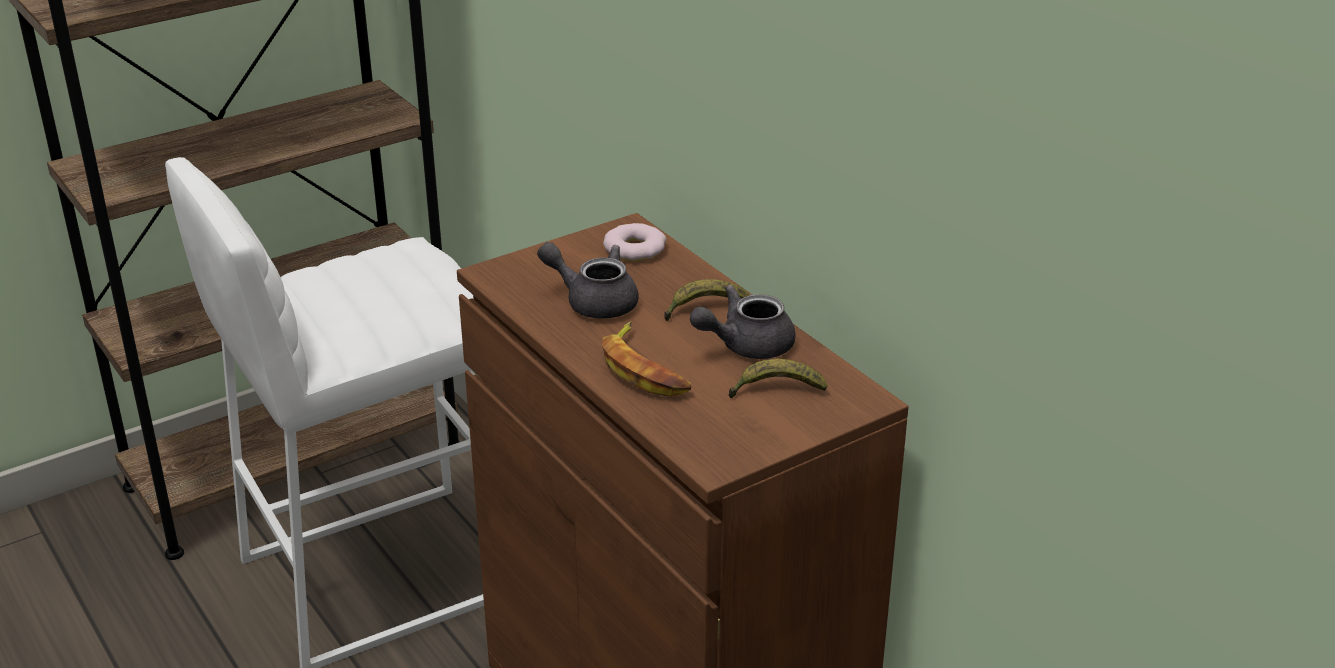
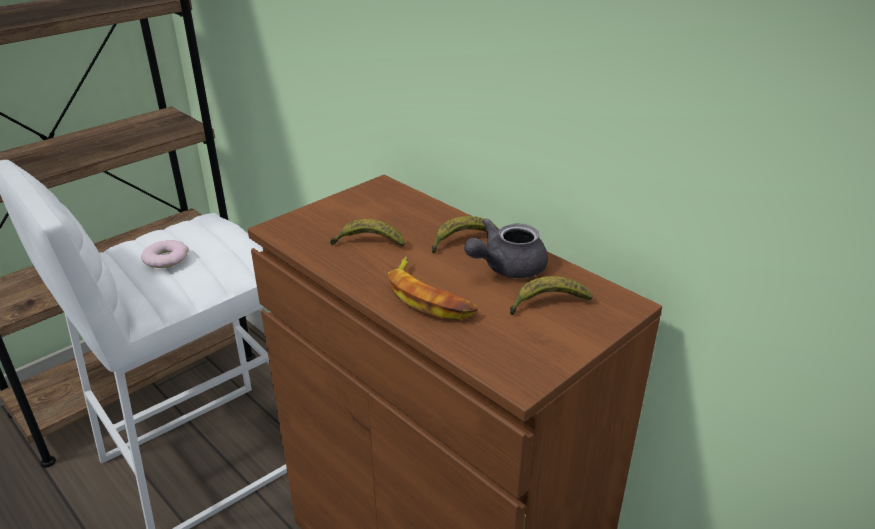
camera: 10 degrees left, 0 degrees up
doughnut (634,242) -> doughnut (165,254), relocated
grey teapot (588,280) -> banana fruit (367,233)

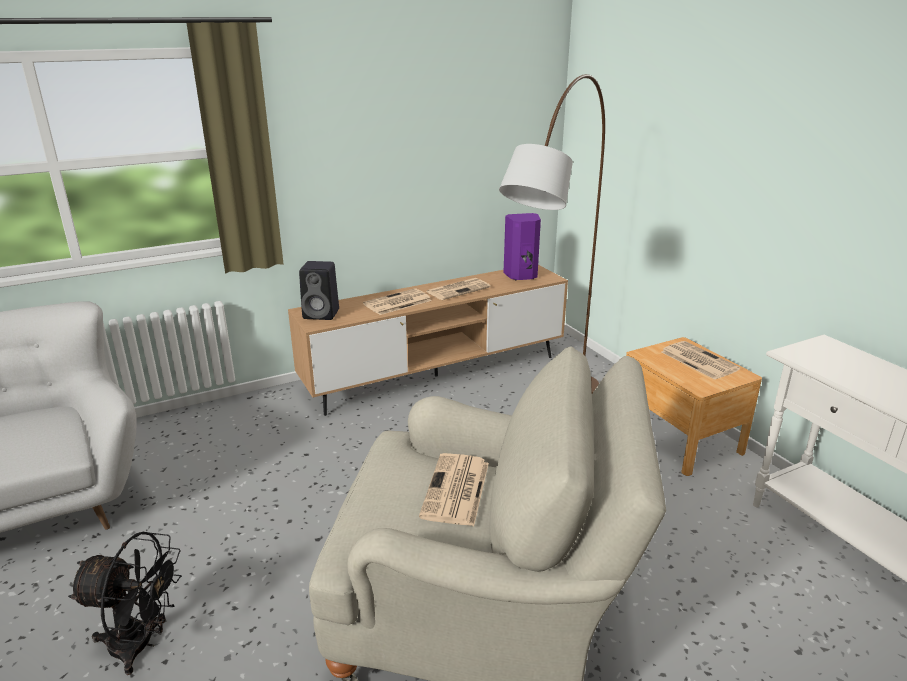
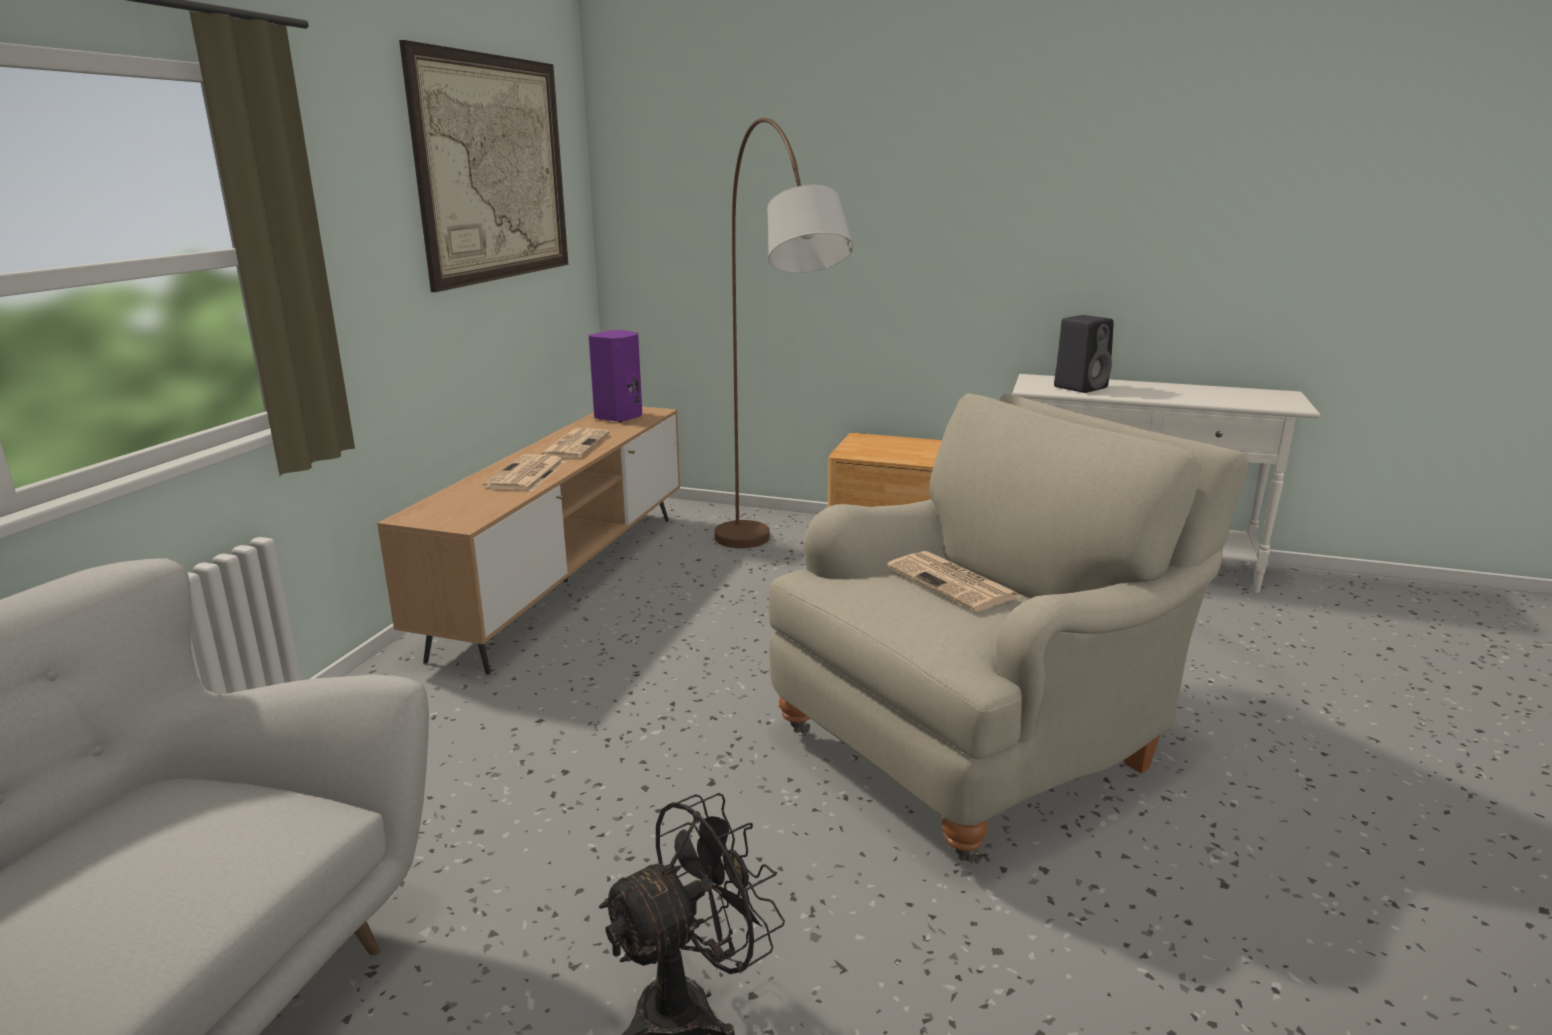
camera: 45 degrees left, 5 degrees down
black-coloured loudspeaker (319,290) -> black-coloured loudspeaker (1084,354), relocated
printed paper (700,360) -> none
none -> picture (483,166)

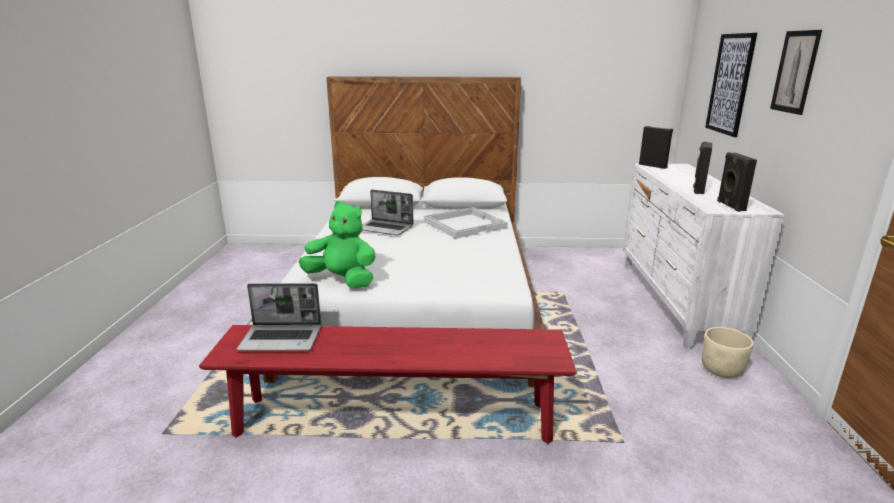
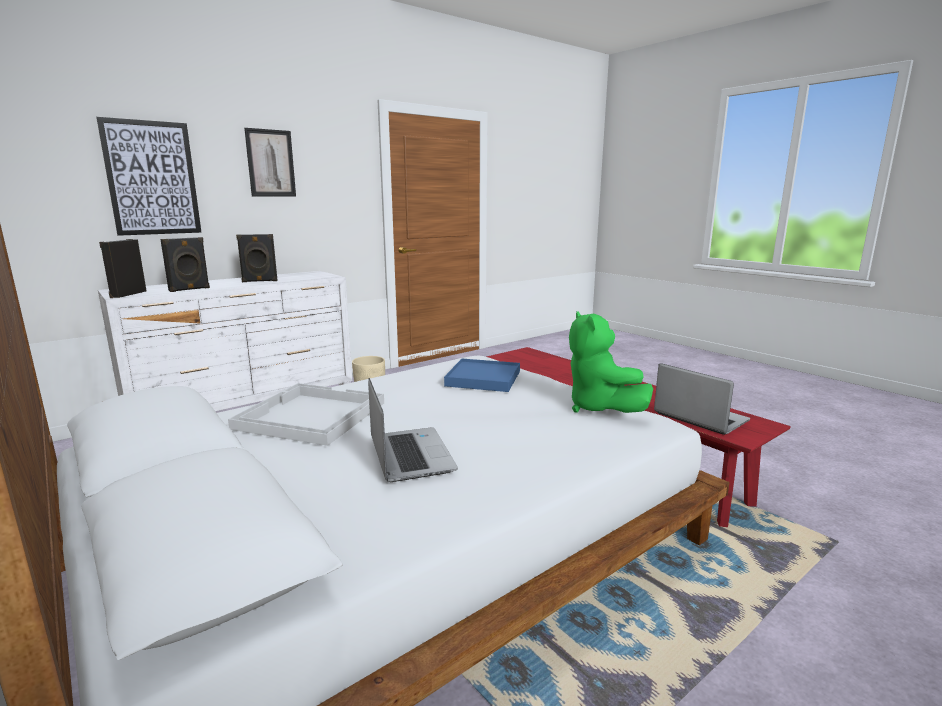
camera: 130 degrees left, 5 degrees down
black-coloured loudspeaker (737,182) -> black-coloured loudspeaker (185,264), relocated
none -> bluish carrying tray (482,375)

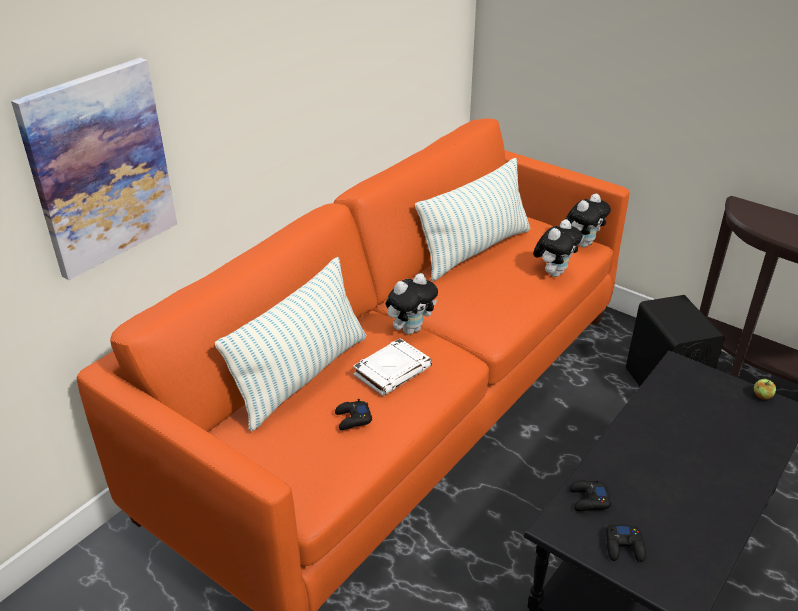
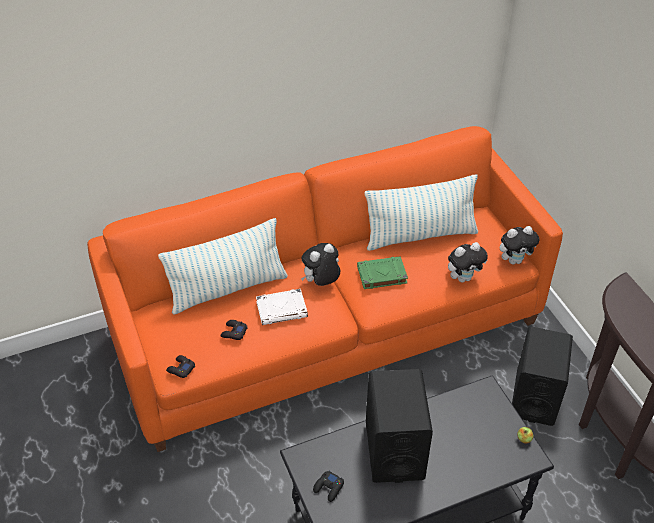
camera: 30 degrees right, 10 degrees up
picture (94,169) -> none
soft toy (412,304) -> soft toy (320,264), 150 degrees clockwise
black-coloured game controller (591,495) -> black-coloured game controller (180,366), relocated
none -> green-coloured book (382,272)
none -> black-coloured loudspeaker (399,426)

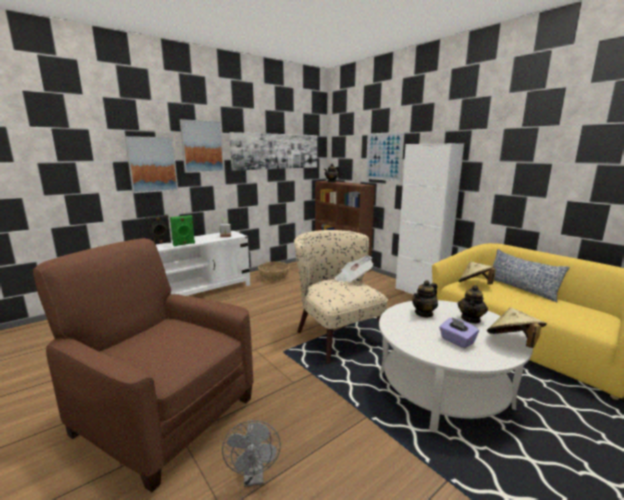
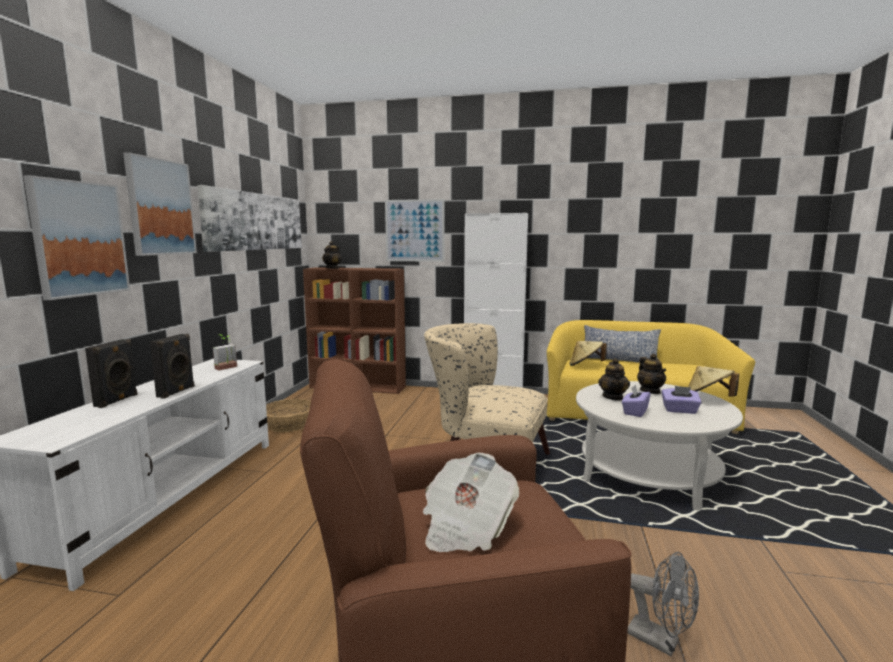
camera: 40 degrees left, 5 degrees down
green-coloured loudspeaker (182,230) -> black-coloured loudspeaker (172,366)
printed paper (354,269) -> printed paper (471,502), relocated
none -> purple tissue holder (636,400)

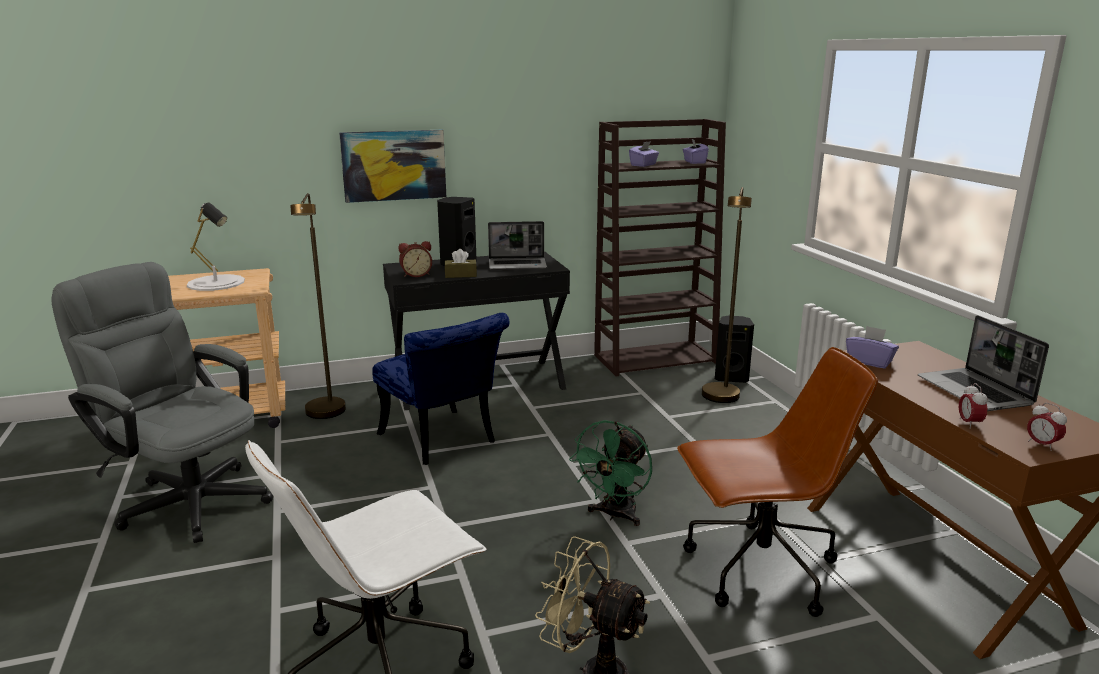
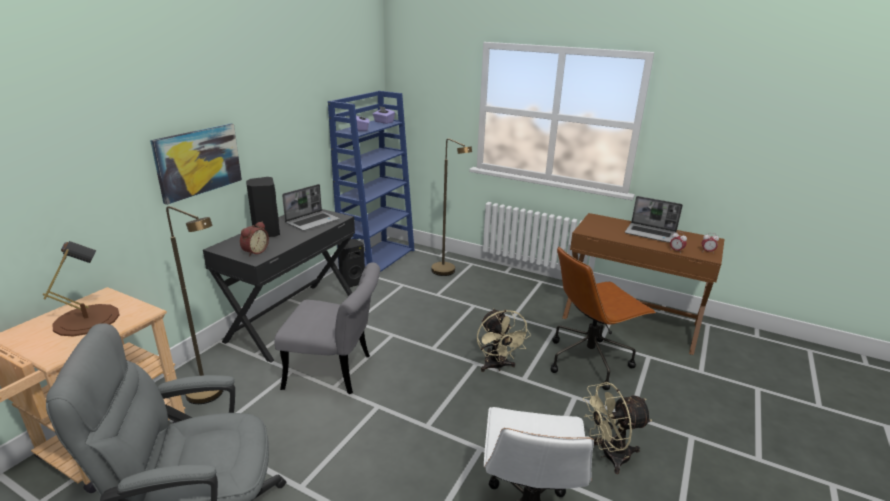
camera: 45 degrees left, 5 degrees up
brown bookshelf (660,247) -> bluish bookshelf (371,181)
white-coloured tabletop lamp (216,247) -> brown tabletop lamp (81,288)
brown tissue holder (461,263) -> none
bluish plain chair (441,389) -> grey plain chair (327,328)
black-coloured loudspeaker (734,349) -> black-coloured loudspeaker (351,263), relocated
purple tissue holder (872,347) -> none
brown computer chair (777,482) -> brown computer chair (603,318), 150 degrees counterclockwise
green-coloured fan (610,473) -> sand-coloured fan (504,340)

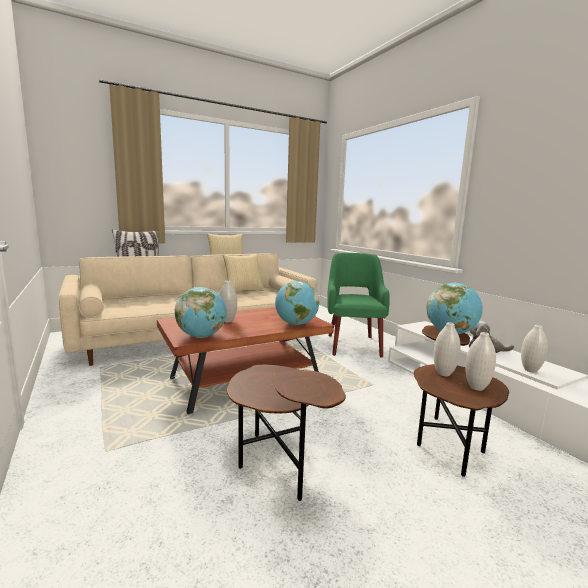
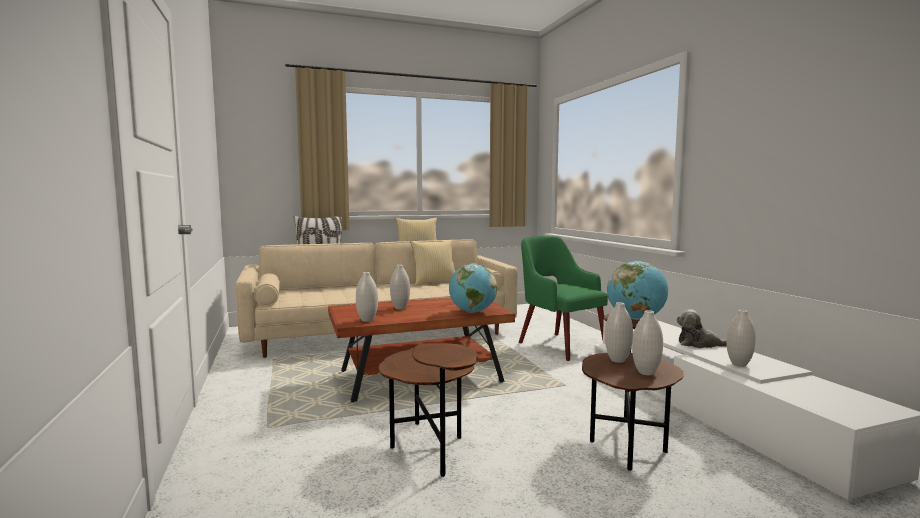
camera: 10 degrees right, 5 degrees down
green-coloured easy chair (358,305) -> green-coloured easy chair (563,298), 45 degrees counterclockwise
desk globe (200,312) -> white-coloured vase (367,297)

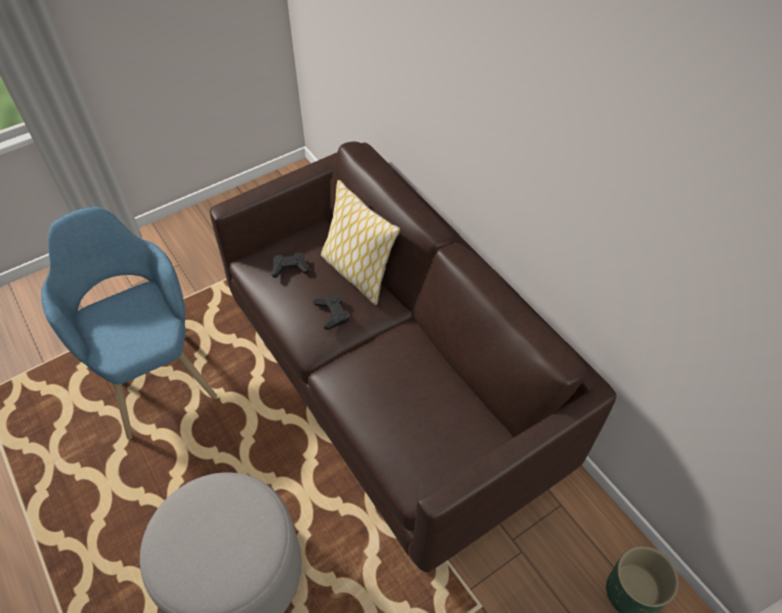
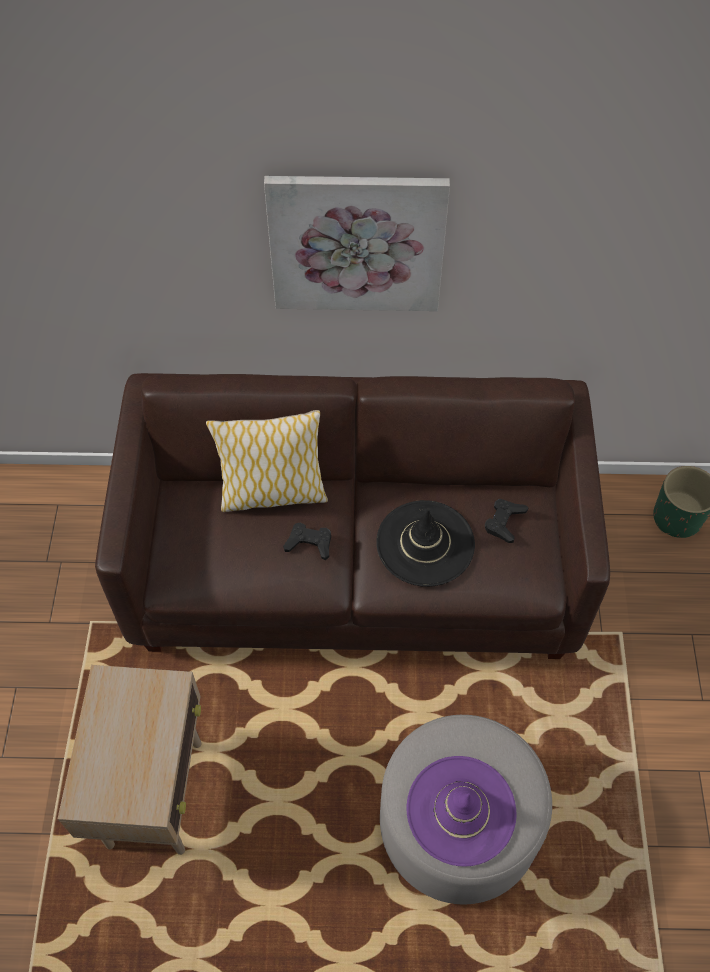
camera: 55 degrees left, 5 degrees up
bluish easy chair (129,323) -> sand-coloured accent table (130,760)
black-coloured game controller (290,265) -> black-coloured game controller (506,521), relocated
none -> picture (357,243)
none -> black-coloured hat (425,543)
none -> purple hat (462,811)

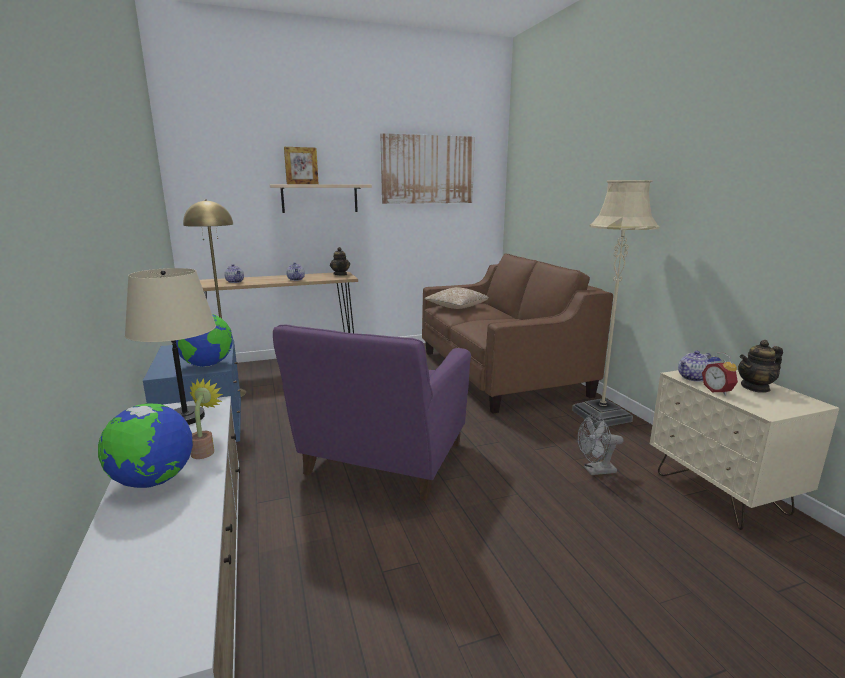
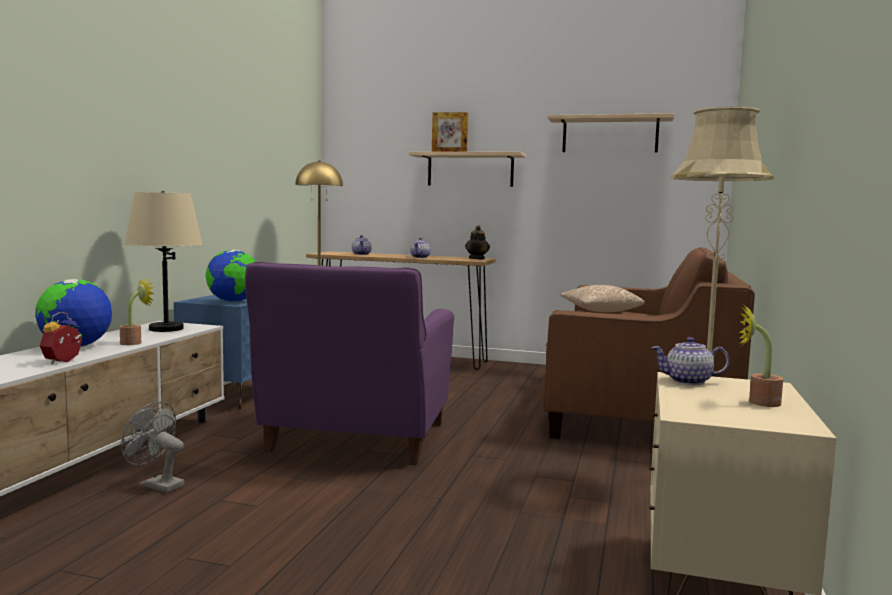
camera: 35 degrees right, 10 degrees down
picture (427,168) -> bracket shelf (610,132)
purple easy chair (372,413) -> purple easy chair (349,364), 45 degrees counterclockwise
teapot (760,366) -> potted plant (761,356)
bedside clock (720,374) -> bedside clock (61,338), relocated
grey fan (600,444) -> grey fan (152,447), relocated

